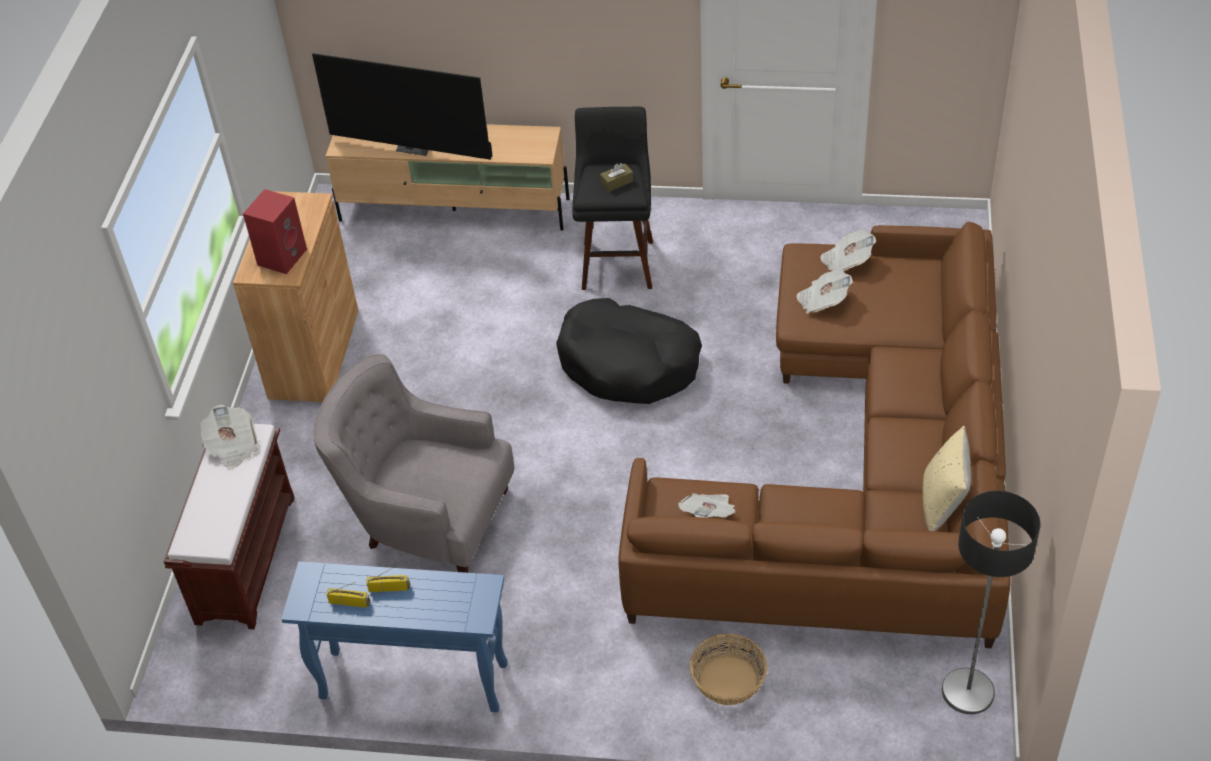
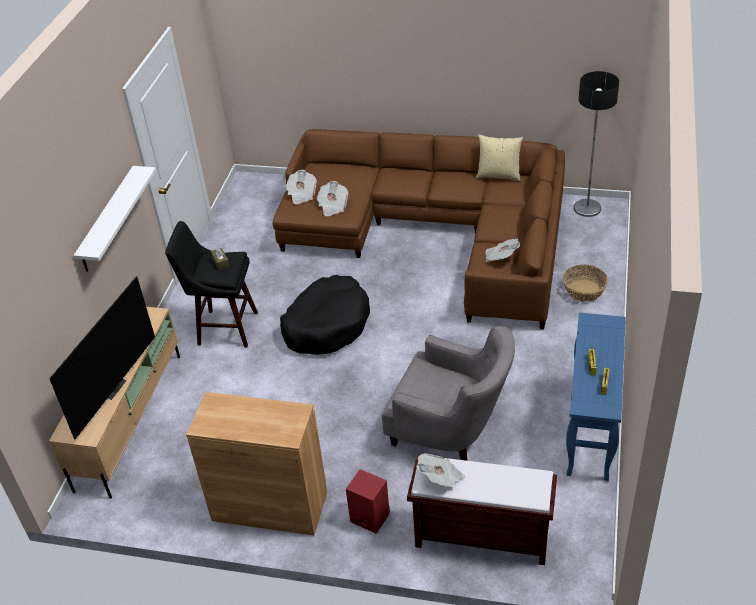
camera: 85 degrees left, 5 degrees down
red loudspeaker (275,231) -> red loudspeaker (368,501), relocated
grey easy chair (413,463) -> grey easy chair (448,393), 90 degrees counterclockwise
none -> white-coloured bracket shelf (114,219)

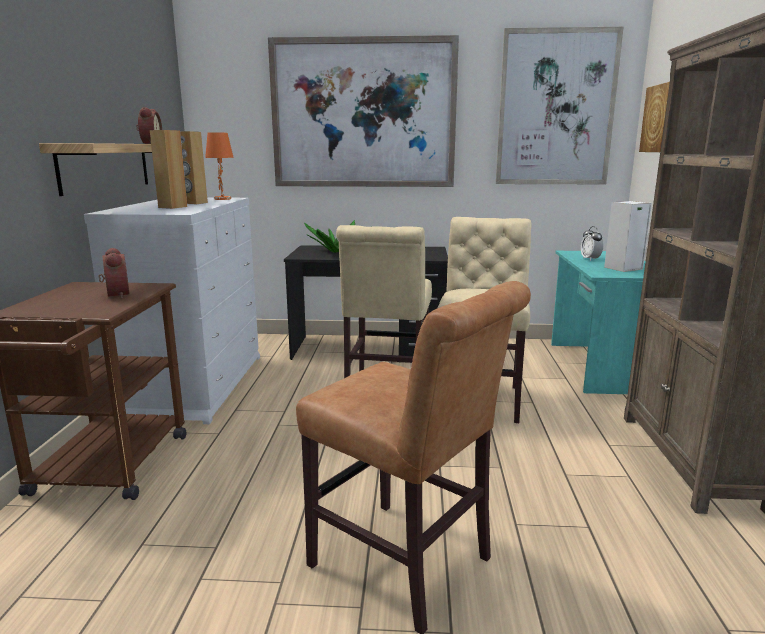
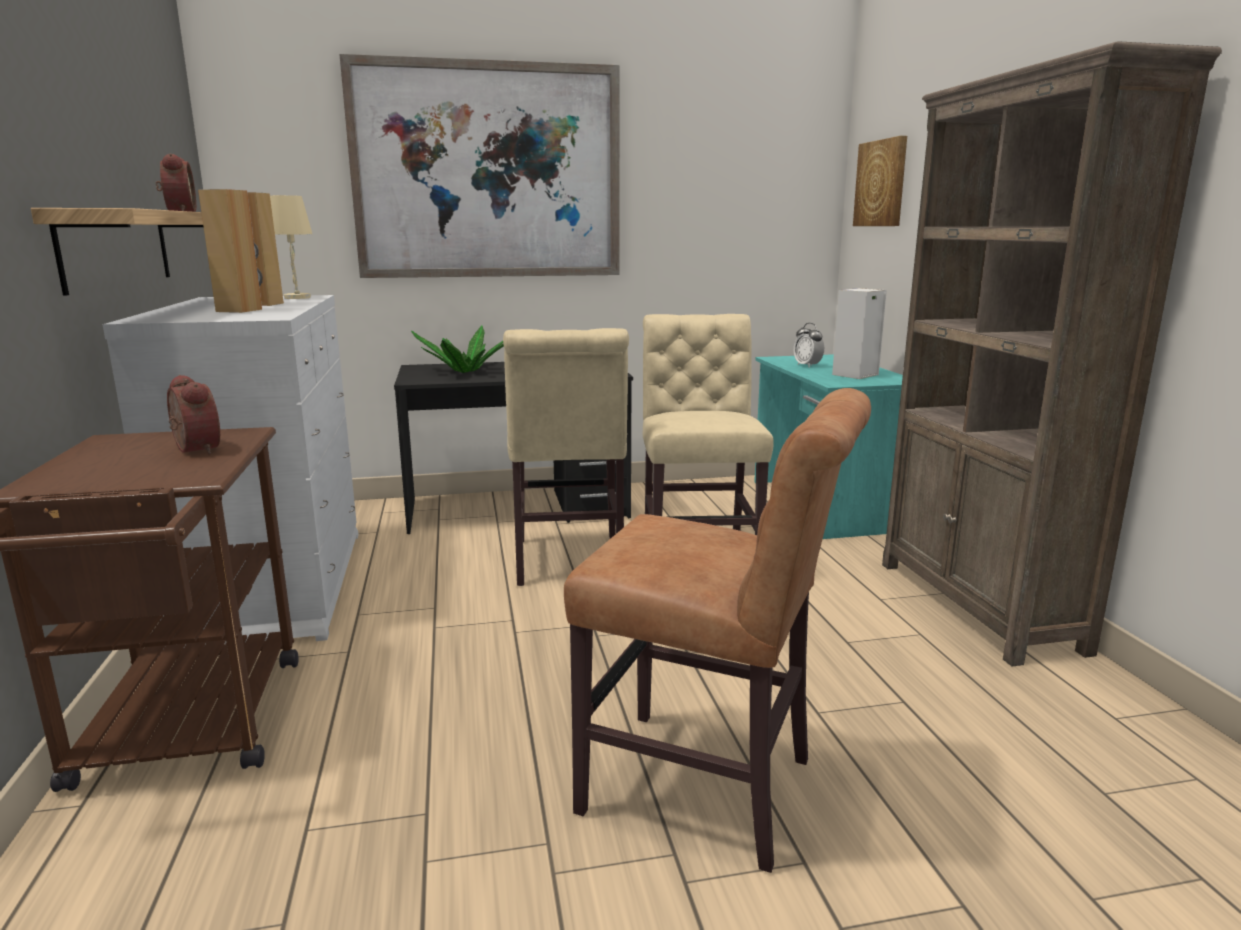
camera: 15 degrees left, 0 degrees up
picture (560,105) -> none
orange-coloured tabletop lamp (219,166) -> sand-coloured tabletop lamp (291,247)

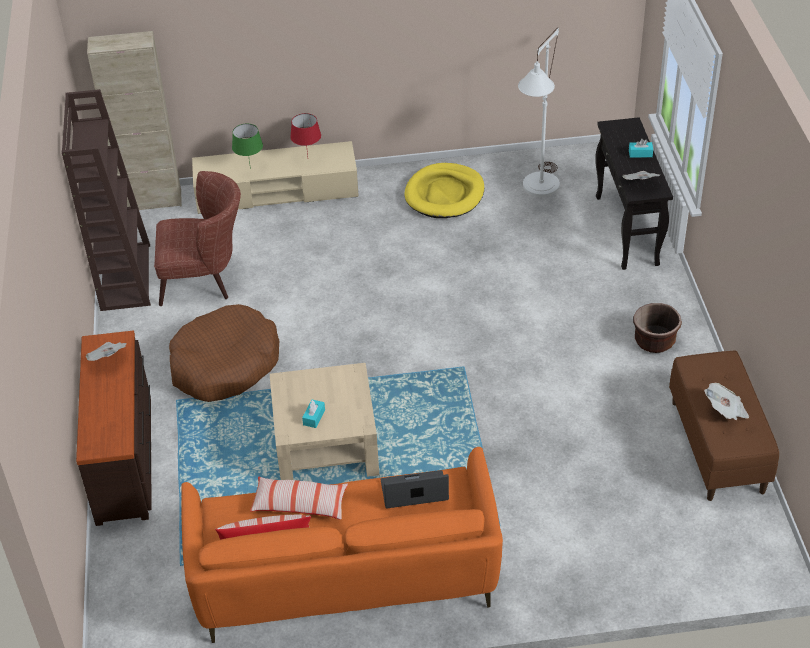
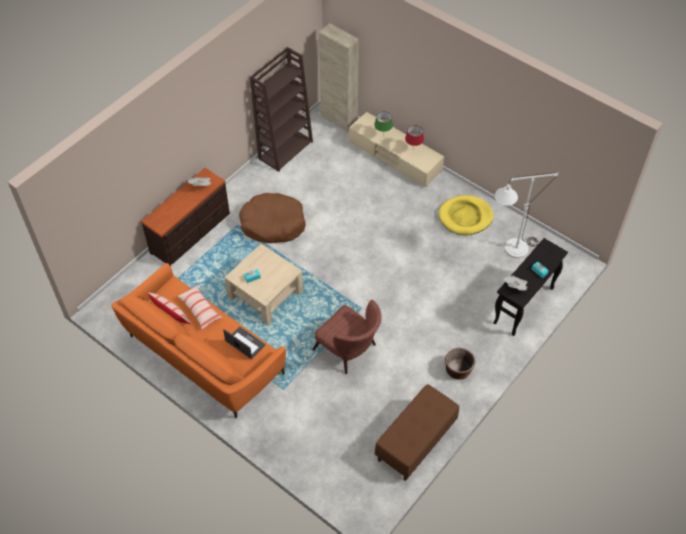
camera: 45 degrees right, 10 degrees up
brown easy chair (197,238) -> brown easy chair (347,337), relocated
printed paper (726,401) -> none

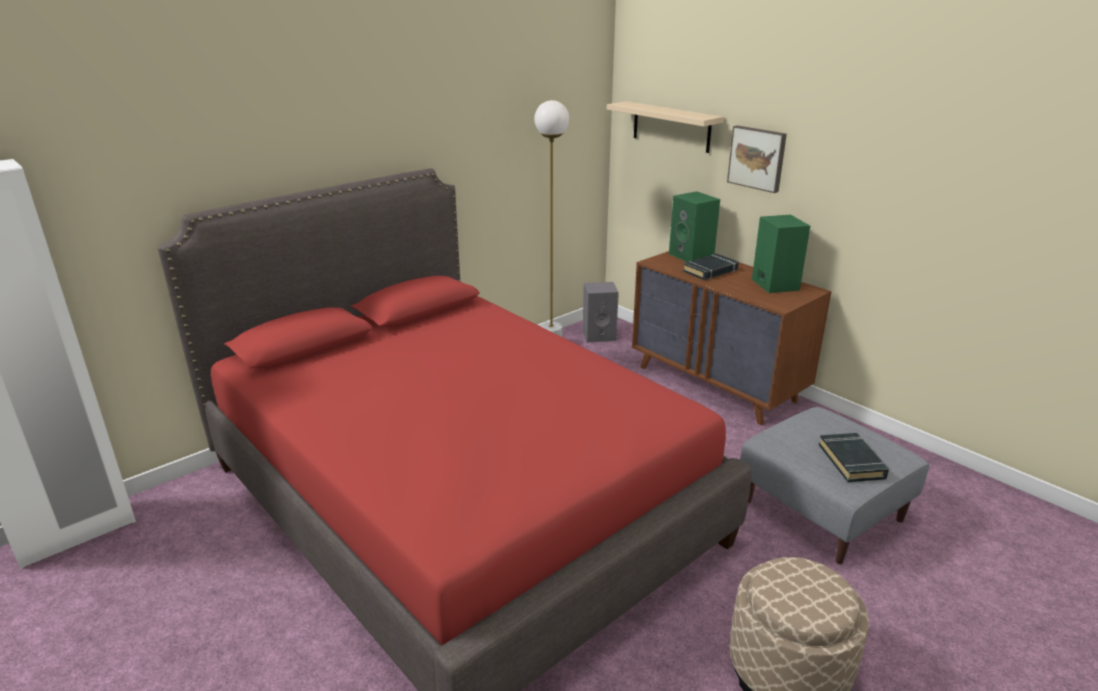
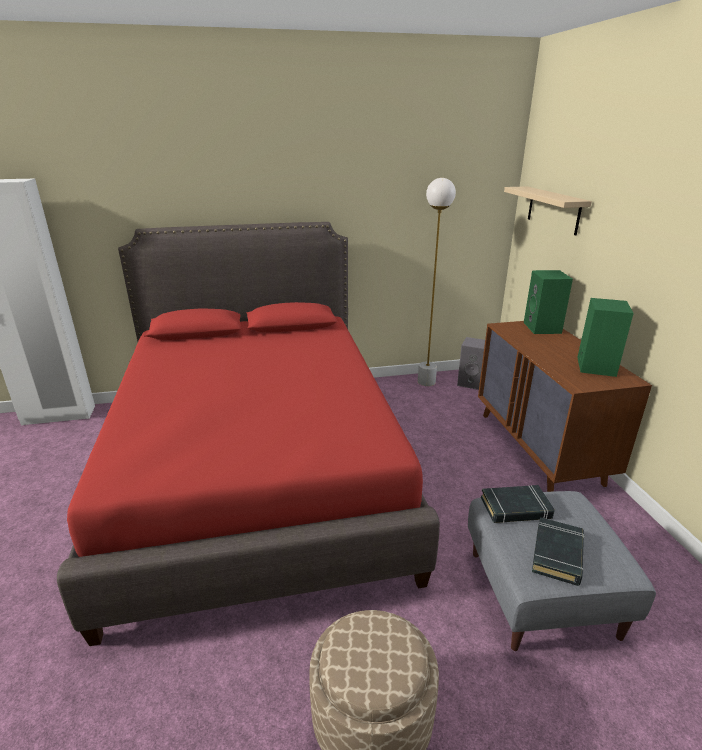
camera: 30 degrees right, 0 degrees up
picture (757,159) -> none
black-coloured book (711,267) -> black-coloured book (518,504), relocated

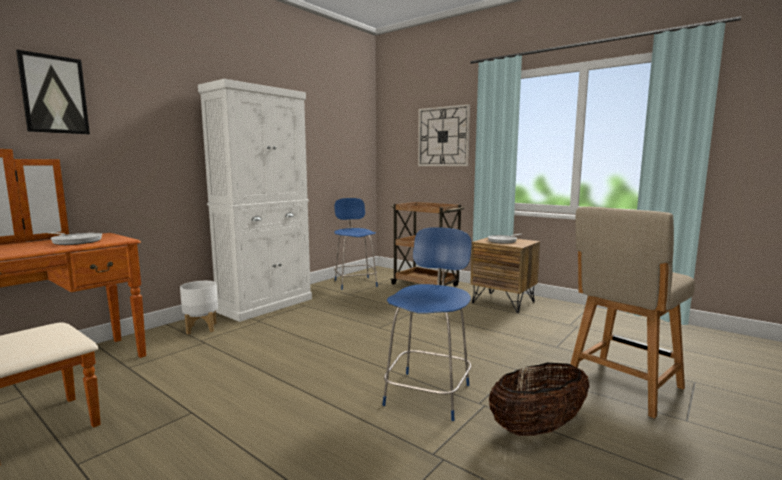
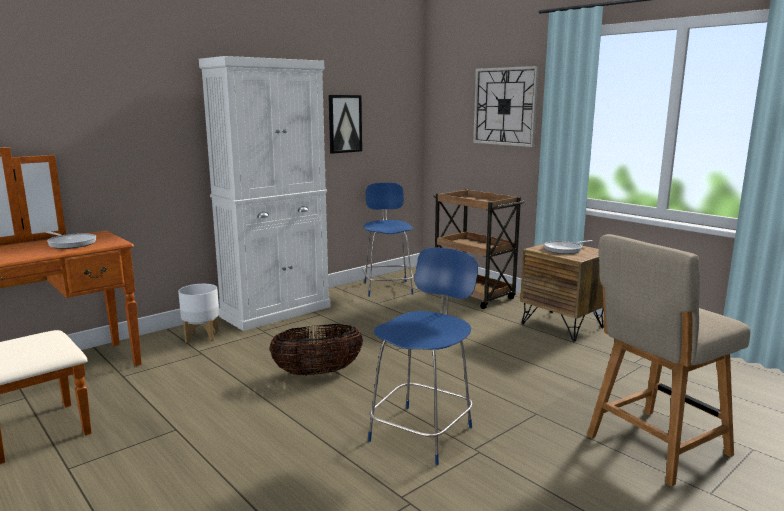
camera: 10 degrees right, 5 degrees up
picture (53,92) -> picture (345,124), relocated
basket (539,399) -> basket (316,349), relocated

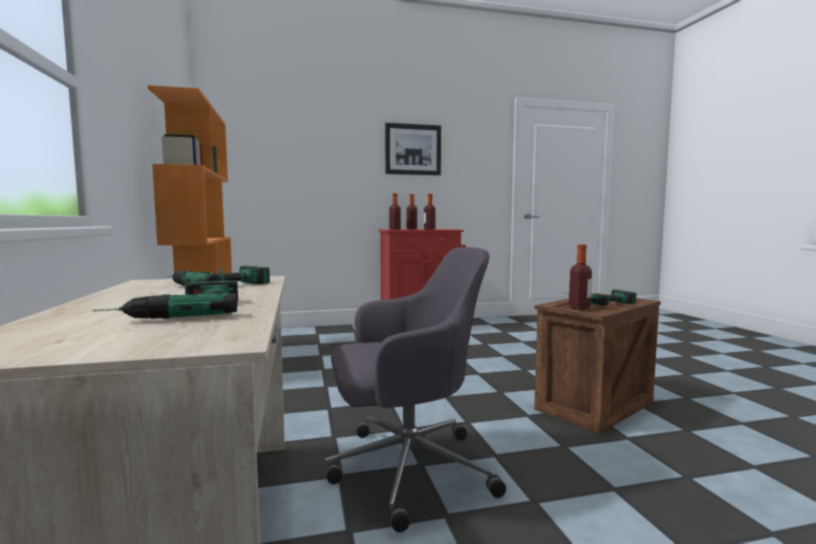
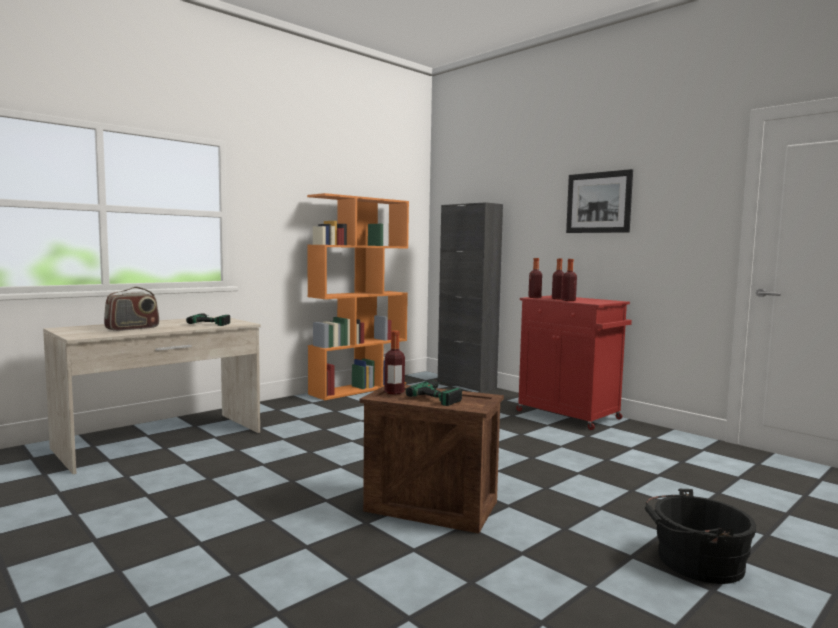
camera: 60 degrees right, 0 degrees up
grey computer chair (415,389) -> none
electric drill (165,299) -> radio set (131,309)
none -> black-coloured cupboard (470,297)
none -> black-coloured bucket (700,536)

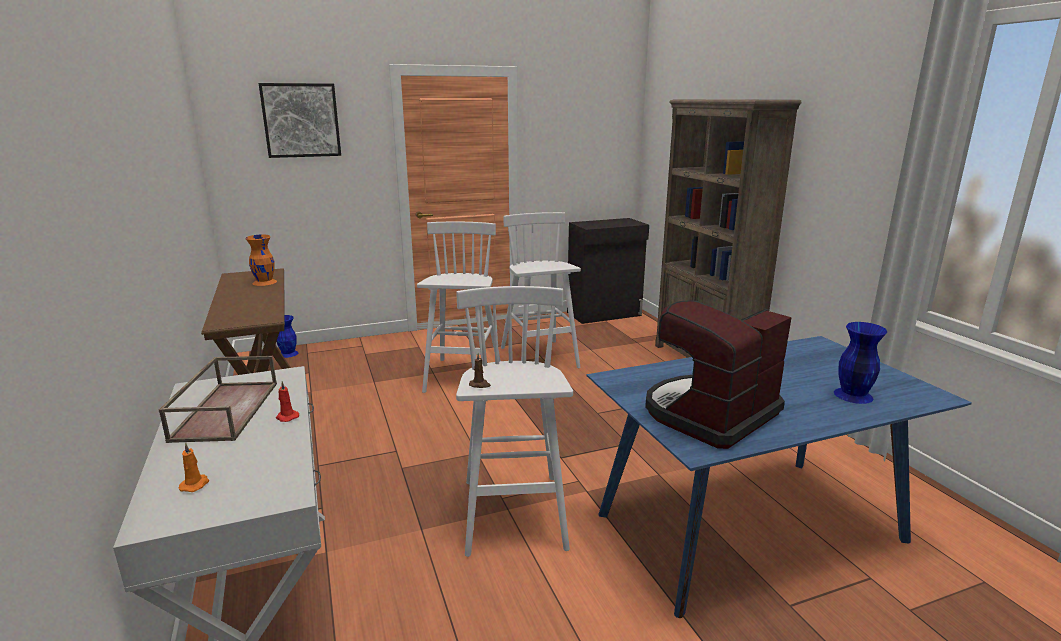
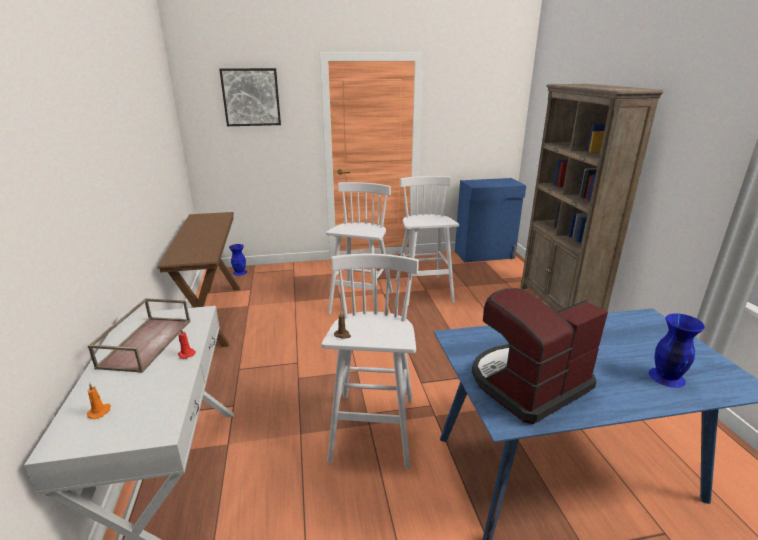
camera: 10 degrees right, 5 degrees up
black-coloured cupboard (608,271) -> bluish cupboard (490,220)
orange-coloured vase (261,260) -> none

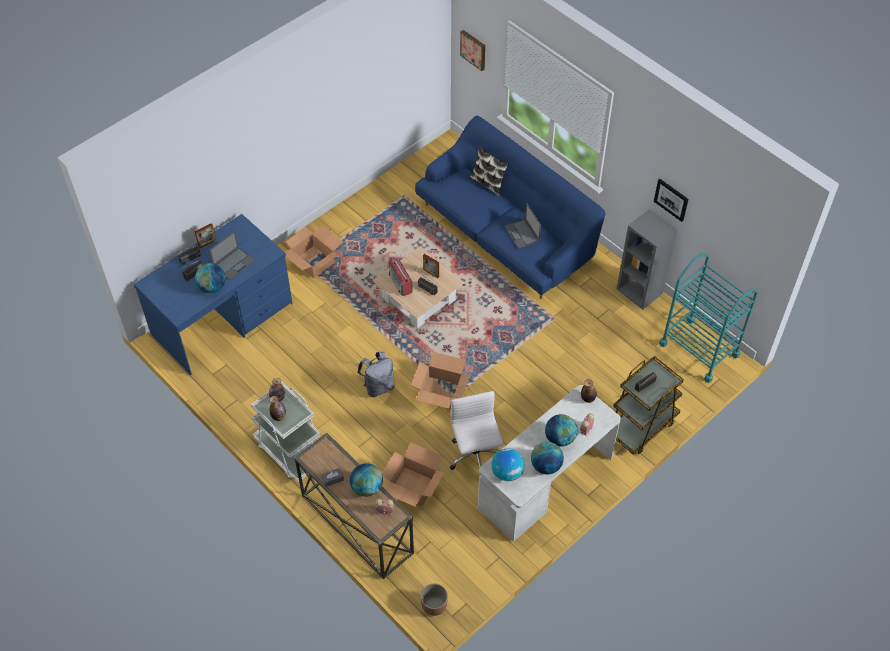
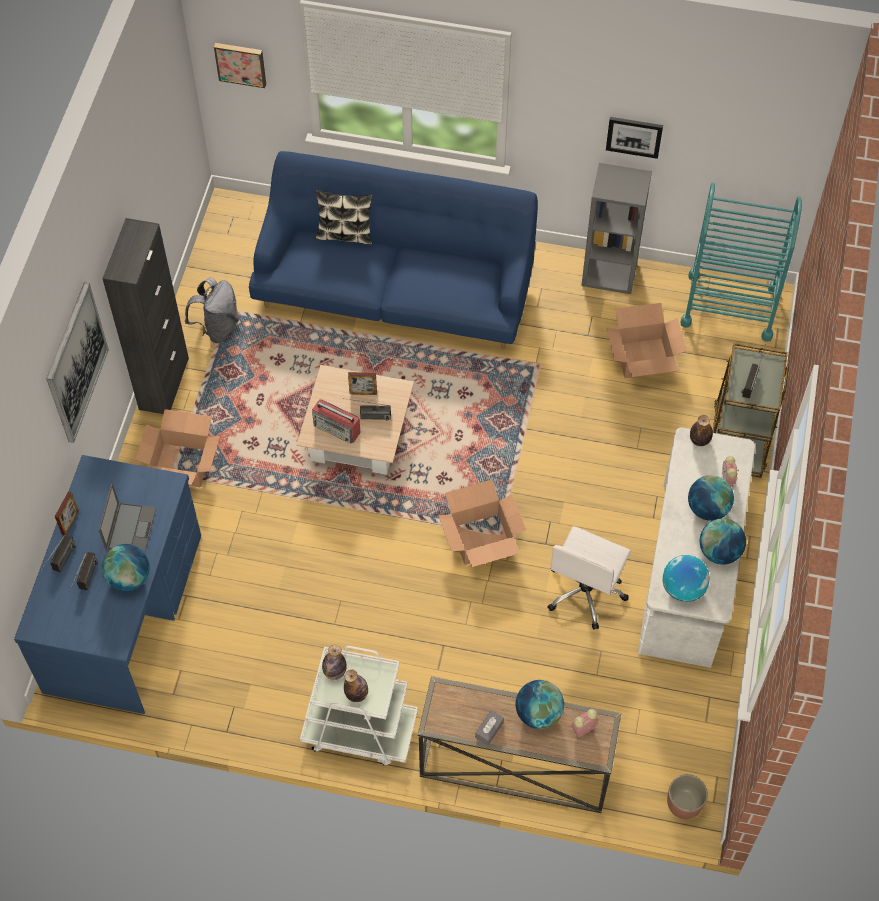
camera: 35 degrees left, 5 degrees up
laptop (523,226) -> none
grey backpack (375,374) -> grey backpack (212,310), relocated
white-coloured computer chair (477,430) -> white-coloured computer chair (589,577), 105 degrees counterclockwise
packing box (413,474) -> packing box (646,340), relocated
none -> black-coloured cupboard (145,316)
none -> picture (77,362)

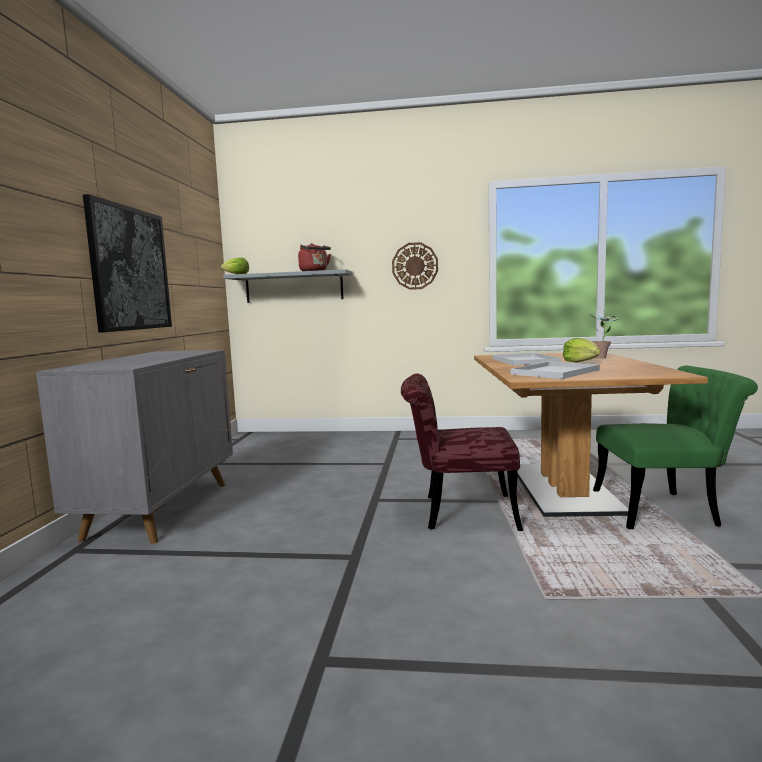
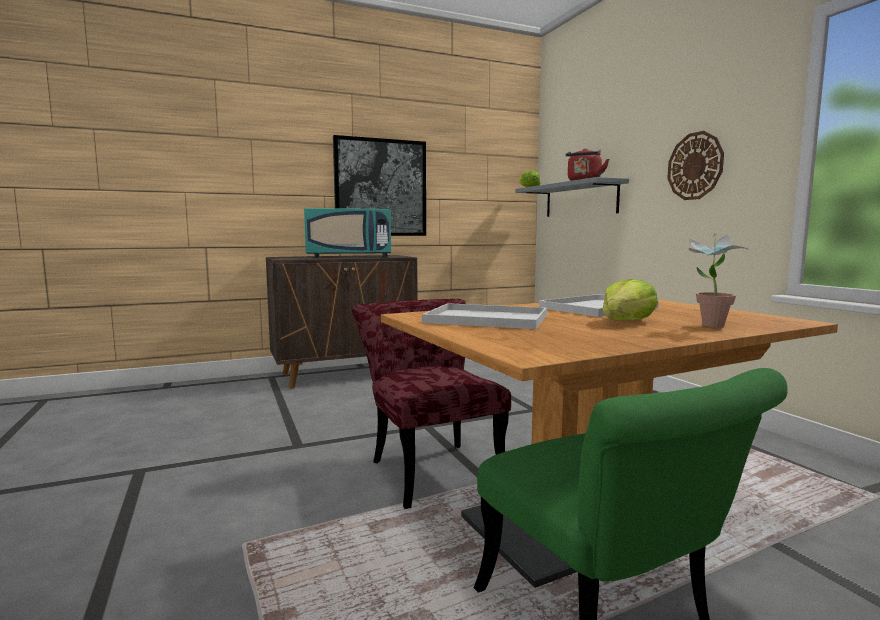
camera: 60 degrees right, 0 degrees up
grey cupboard (134,447) -> brown cupboard (342,322)
none -> turquoise microwave (347,233)

